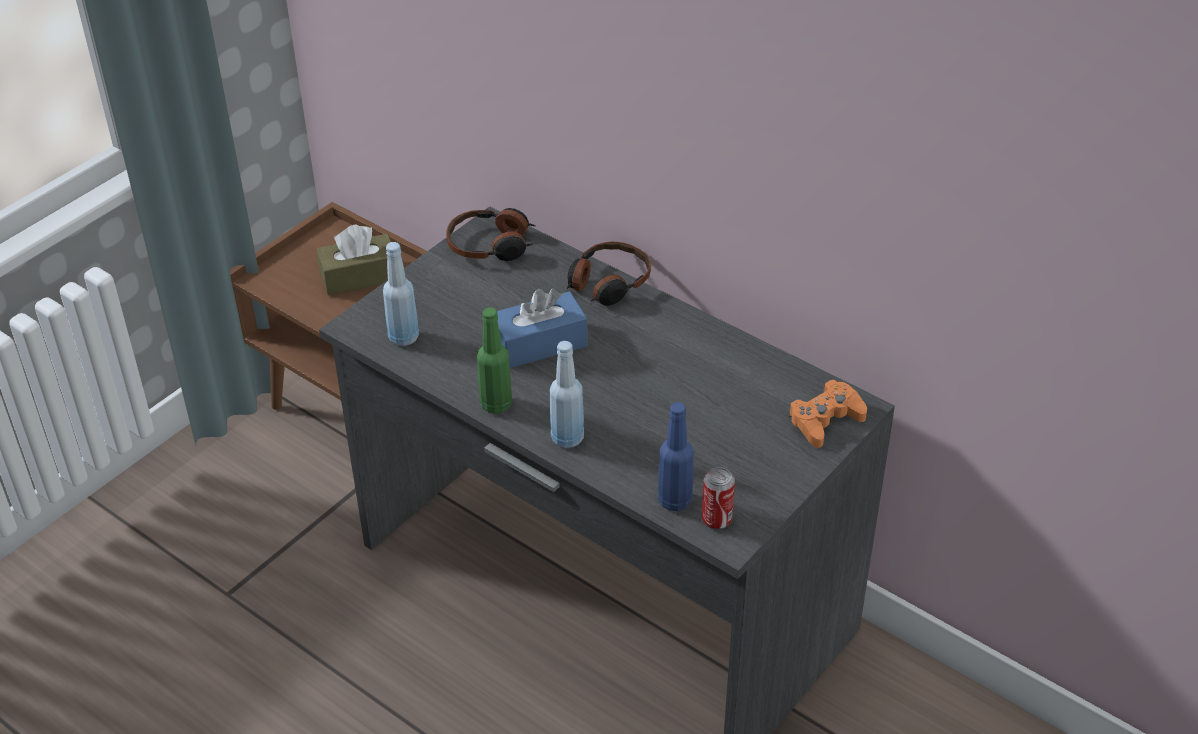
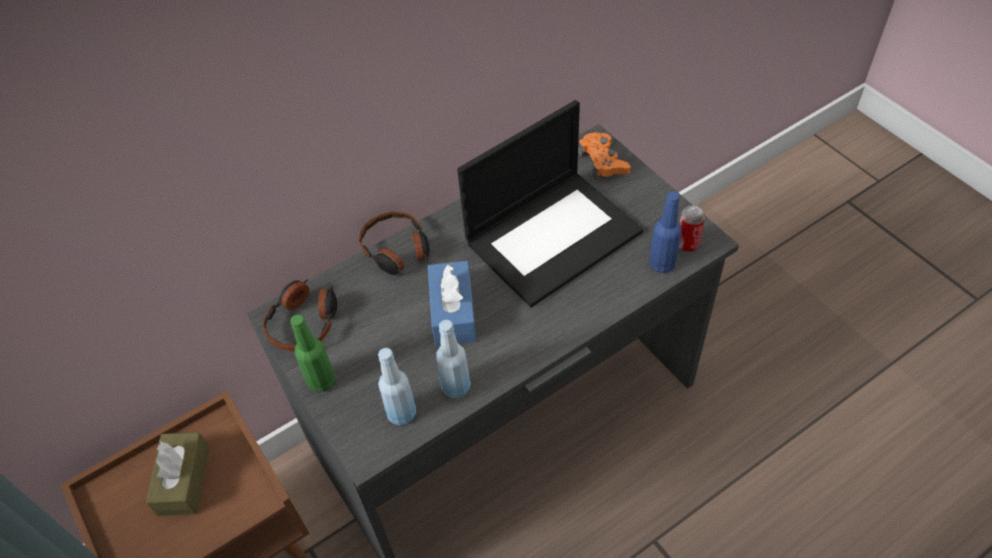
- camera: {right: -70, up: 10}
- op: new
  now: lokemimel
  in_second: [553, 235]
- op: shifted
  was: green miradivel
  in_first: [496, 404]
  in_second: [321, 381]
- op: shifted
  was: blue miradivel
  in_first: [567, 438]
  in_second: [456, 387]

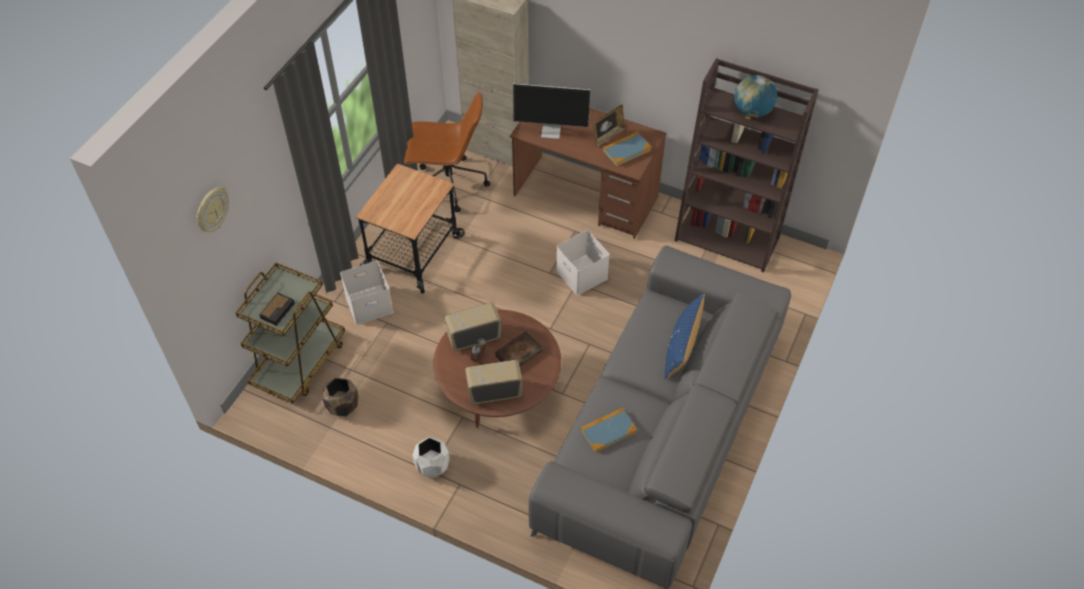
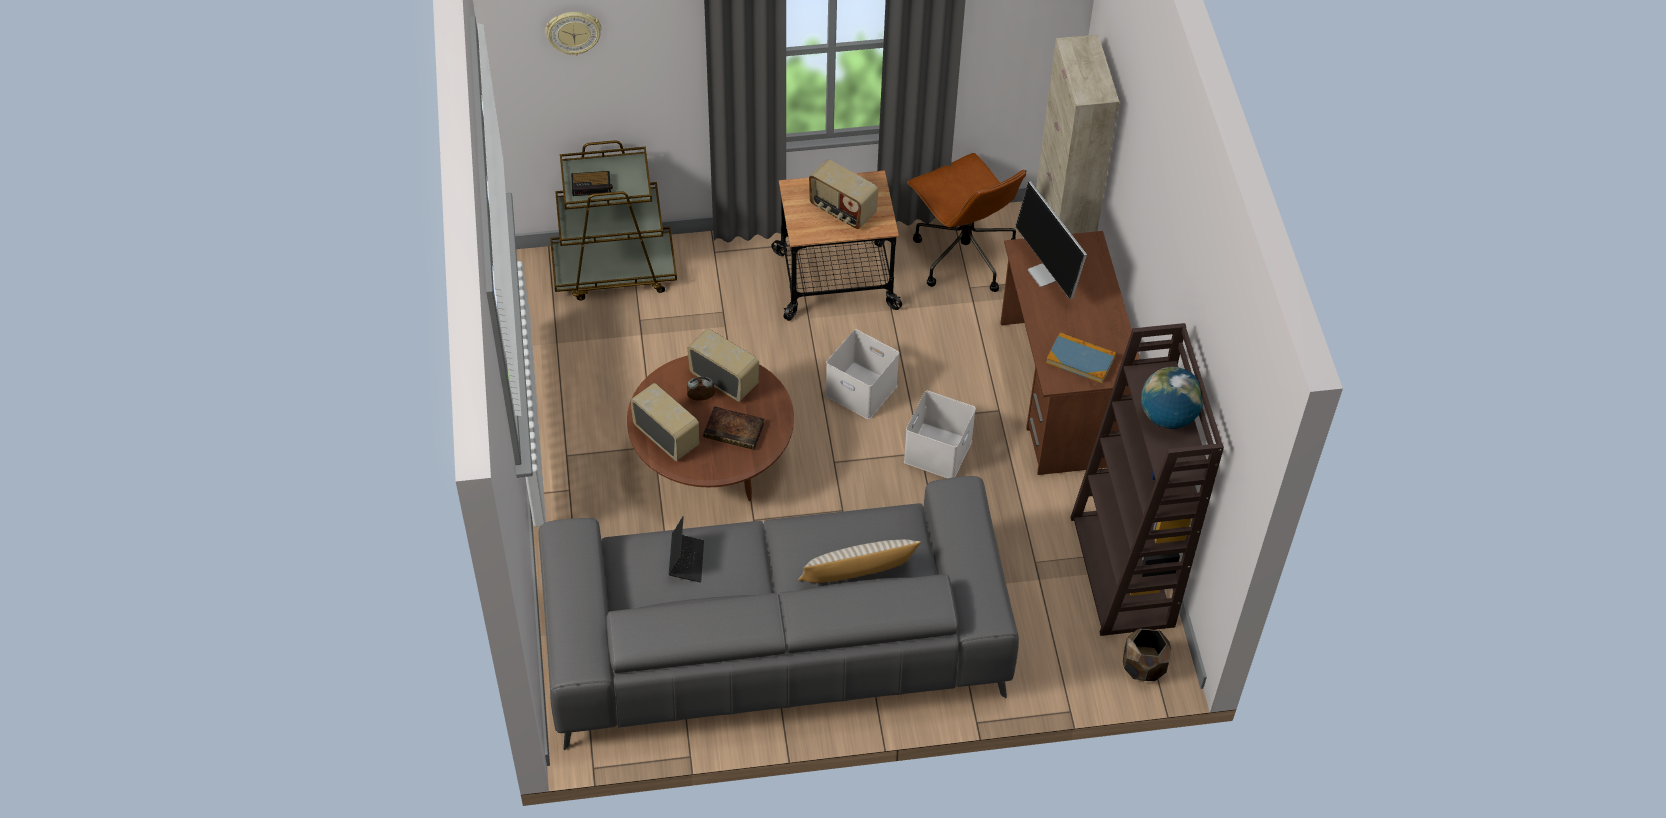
- camera: {right: 55, up: 0}
- op: gone
  was: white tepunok
  in_first: [432, 466]
- op: gone
  was: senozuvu
  in_first: [607, 136]
- op: new
  now: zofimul
  in_second: [842, 211]
- op: shifted
  was: brown tepunok
  in_first: [342, 405]
  in_second: [1143, 666]
- op: shifted
  was: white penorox
  in_first: [370, 303]
  in_second: [863, 390]
- op: swapped
  was: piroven
  now: lokemimel
  in_first: [608, 431]
  in_second: [686, 560]
- op: repainted
  was: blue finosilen
  now: beige finosilen
  in_first: [681, 347]
  in_second: [857, 575]

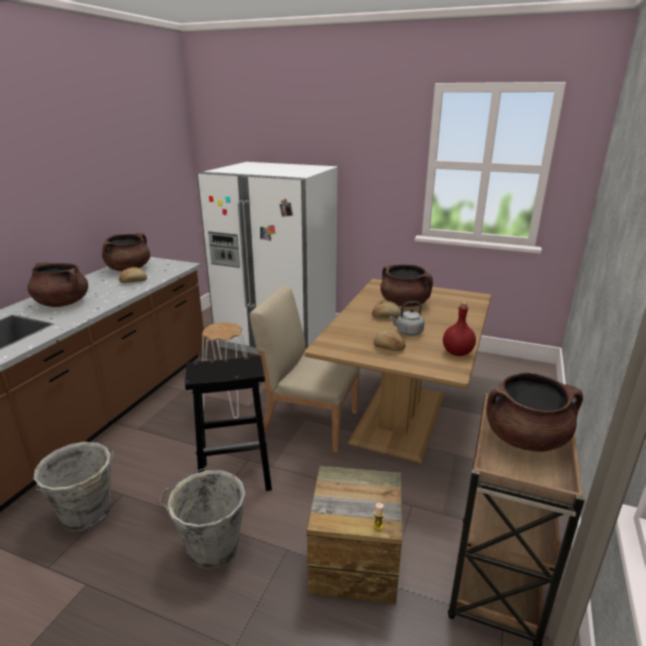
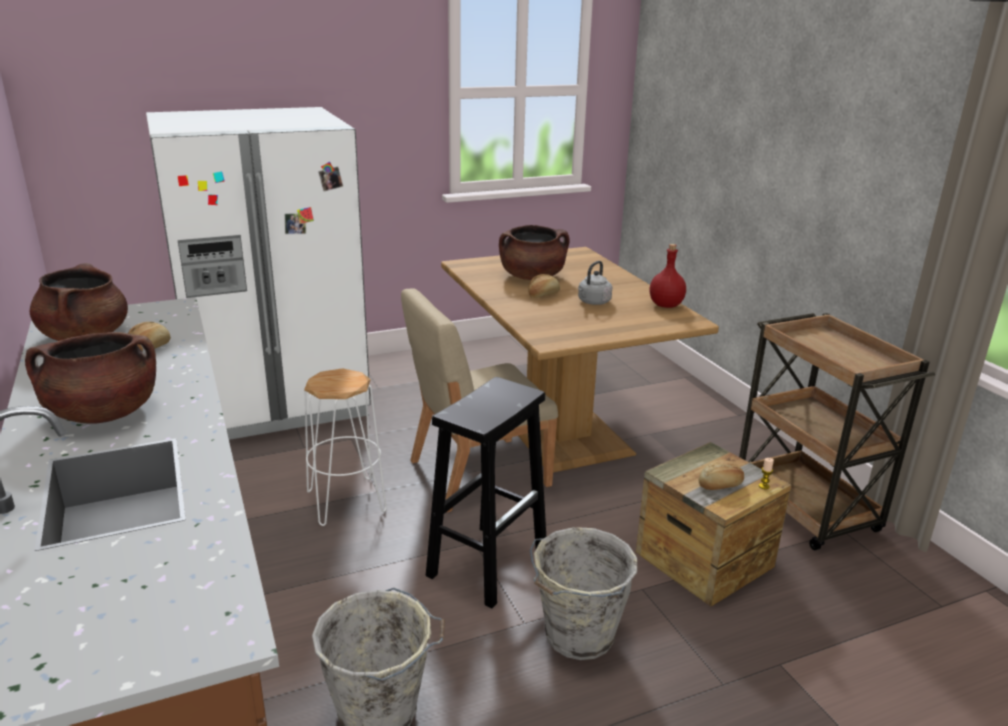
- camera: {right: -45, up: 0}
- op: gone
  was: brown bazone
  in_first: [525, 438]
- op: shifted
  was: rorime
  in_first: [388, 348]
  in_second: [721, 485]

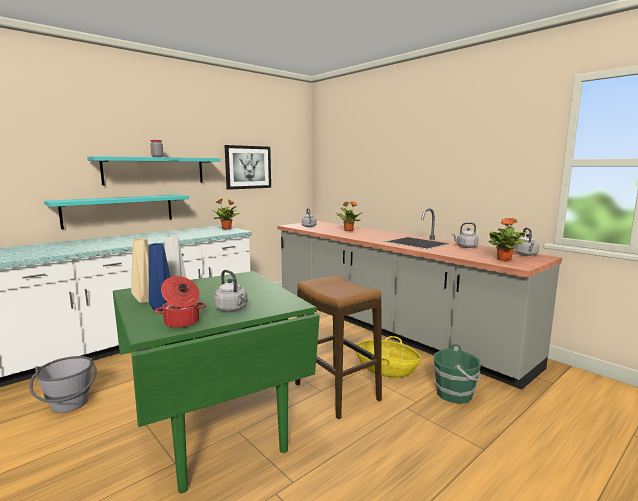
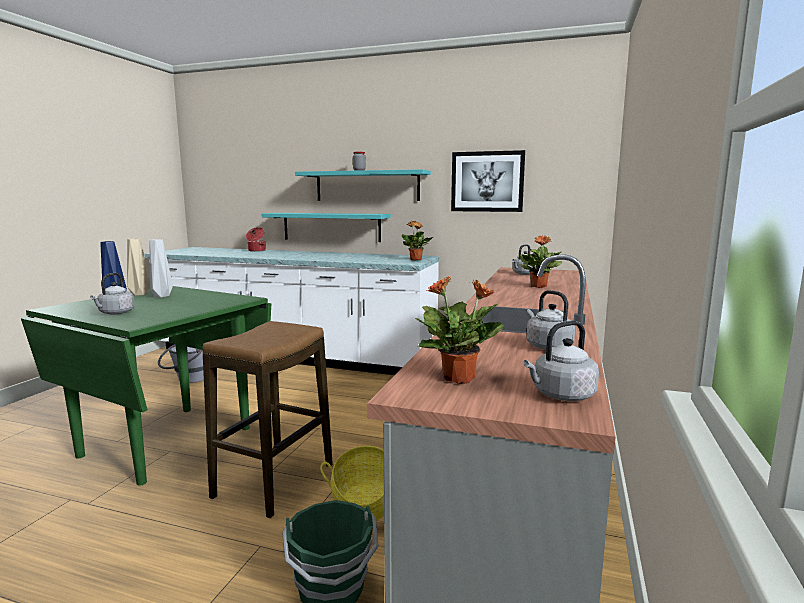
- camera: {right: 60, up: 0}
- op: shifted
  was: bazone
  in_first: [182, 322]
  in_second: [256, 250]

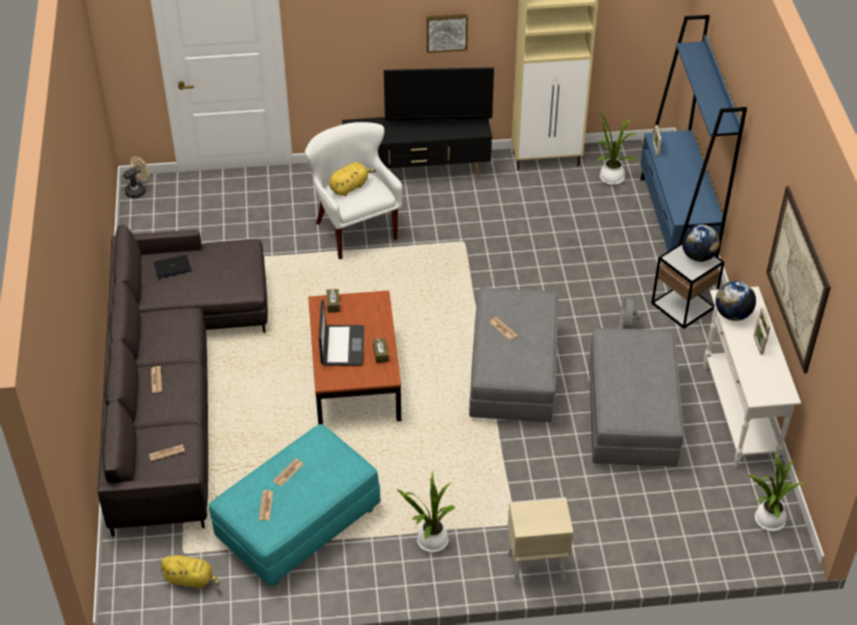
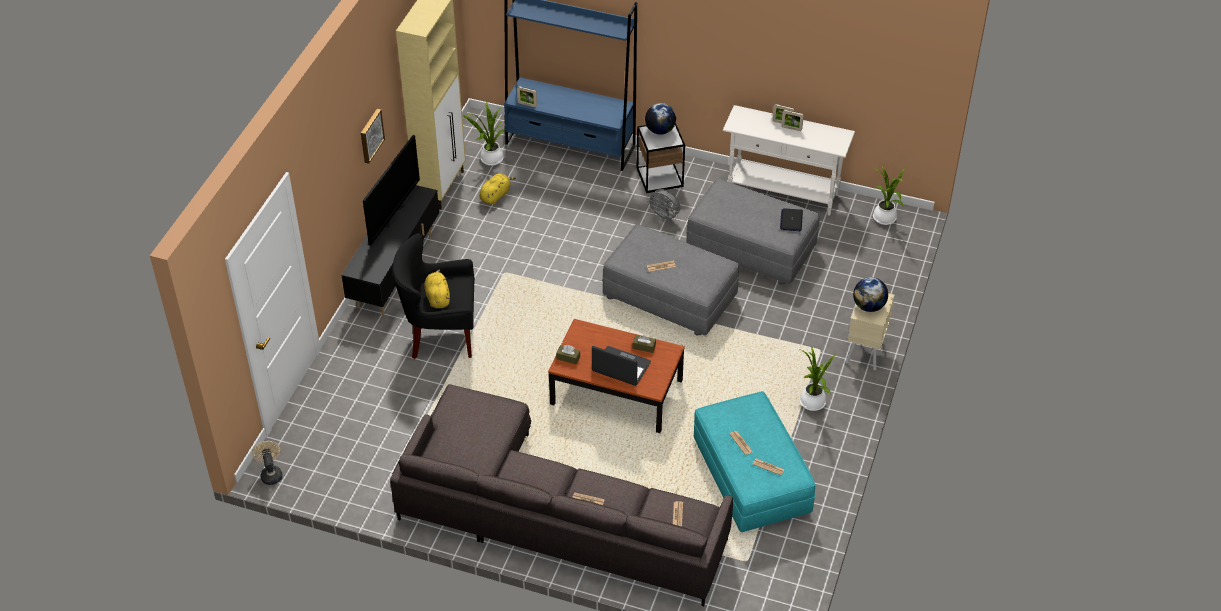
- camera: {right: -65, up: 0}
- op: gone
  was: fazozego
  in_first: [798, 279]
- op: shifted
  was: lokemimel
  in_first: [172, 267]
  in_second: [791, 220]
- op: shifted
  was: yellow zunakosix
  in_first: [191, 579]
  in_second: [496, 195]
- op: shifted
  was: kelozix
  in_first: [732, 314]
  in_second: [868, 306]
- op: repainted
  was: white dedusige
  now: black dedusige
  in_first: [355, 229]
  in_second: [440, 335]

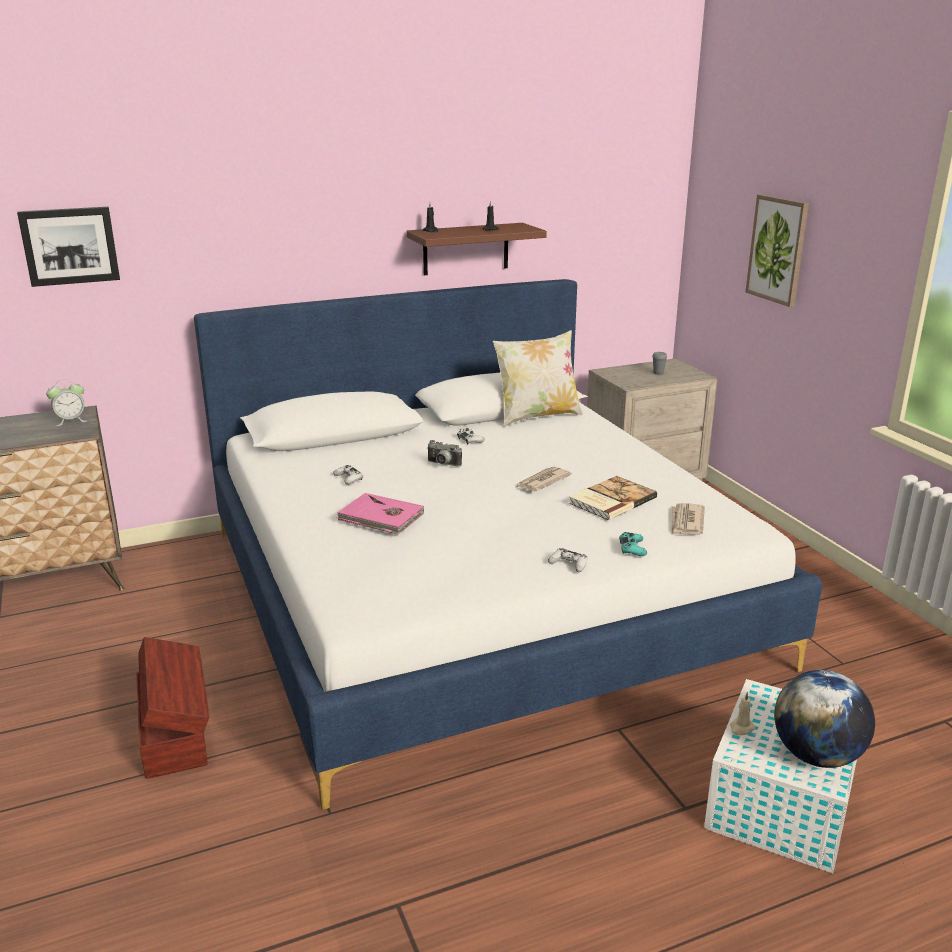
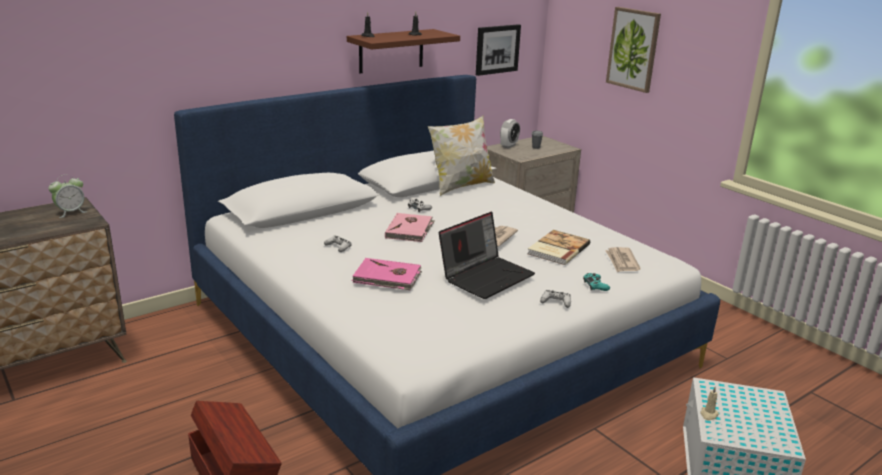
- camera: {right: -15, up: 0}
- op: gone
  was: kelozix
  in_first: [816, 755]
- op: new
  now: lokemimel
  in_second: [486, 276]
- op: new
  now: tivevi
  in_second: [508, 146]
- op: shifted
  was: fazozego
  in_first: [70, 246]
  in_second: [497, 49]
- op: swapped
  was: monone
  now: pink piroven
  in_first: [442, 464]
  in_second: [410, 230]

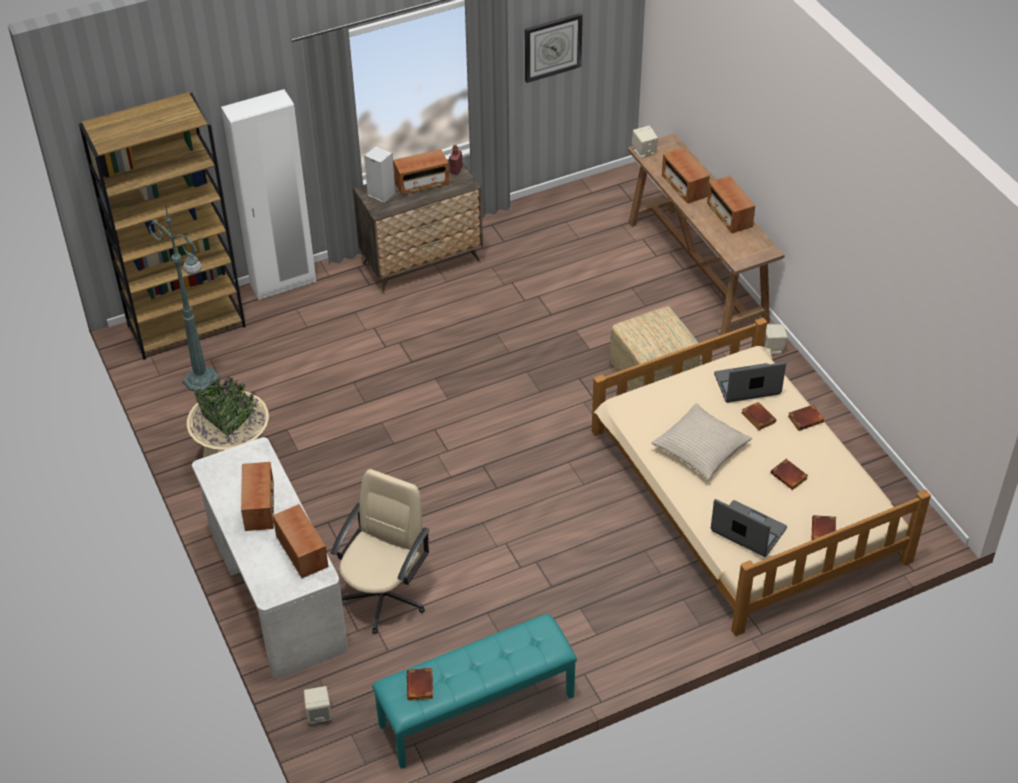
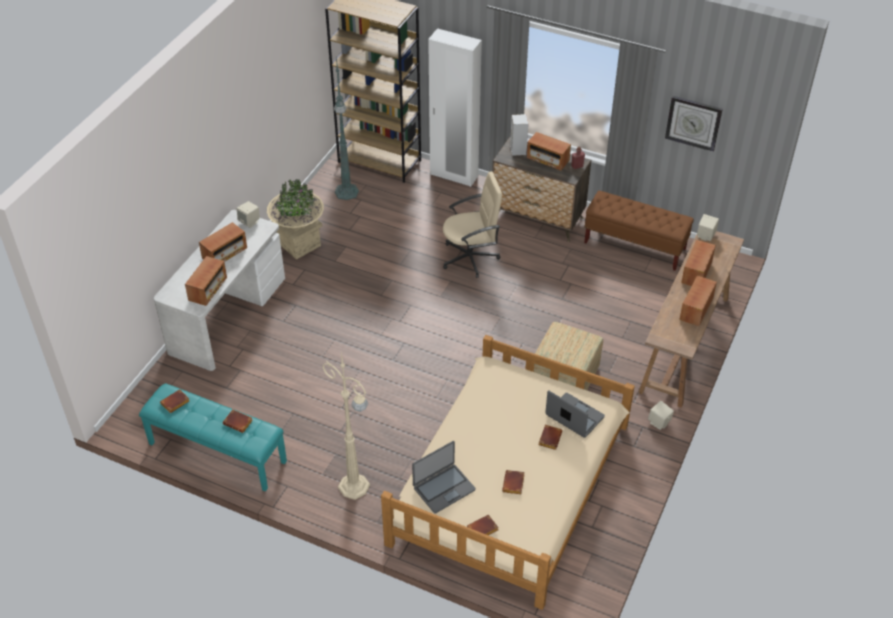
- camera: {right: 50, up: 0}
- op: gone
  was: beige finosilen
  in_first: [701, 448]
- op: new
  now: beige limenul
  in_second: [355, 487]
- op: new
  now: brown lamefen
  in_second: [635, 246]
- op: shifted
  was: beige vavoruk
  in_first: [319, 714]
  in_second: [249, 222]
- op: shifted
  was: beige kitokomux
  in_first: [384, 596]
  in_second: [470, 257]
- op: shifted
  was: brown piroven
  in_first: [805, 419]
  in_second: [239, 422]
- op: rotated
  was: lokemimel
  in_first: [748, 531]
  in_second: [443, 488]
  clockwise: 60

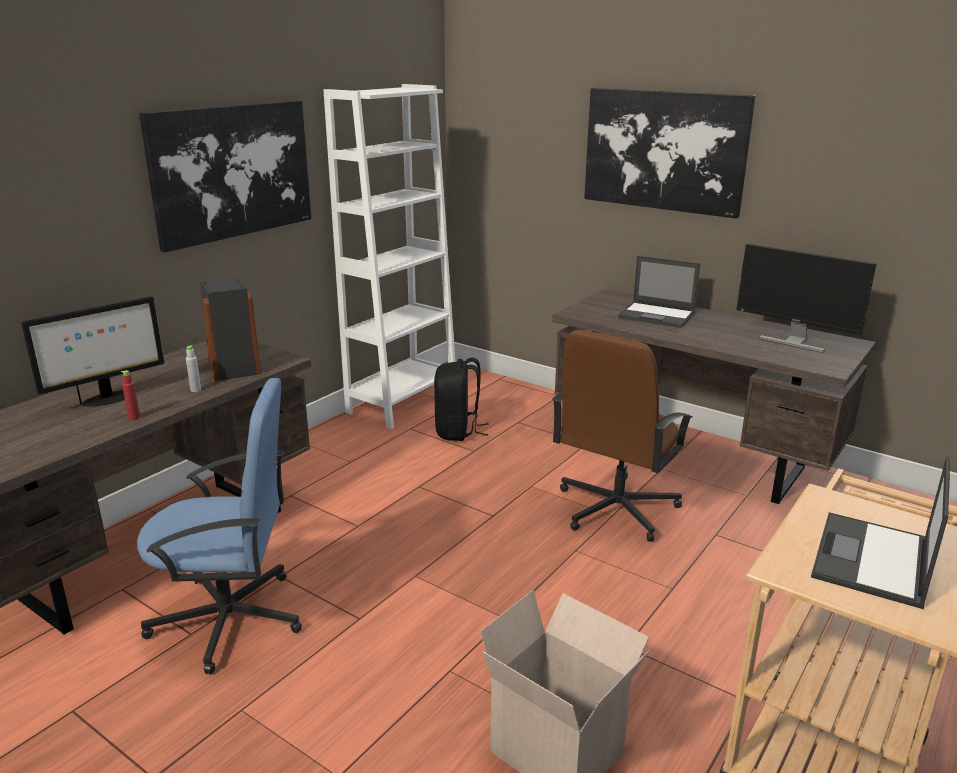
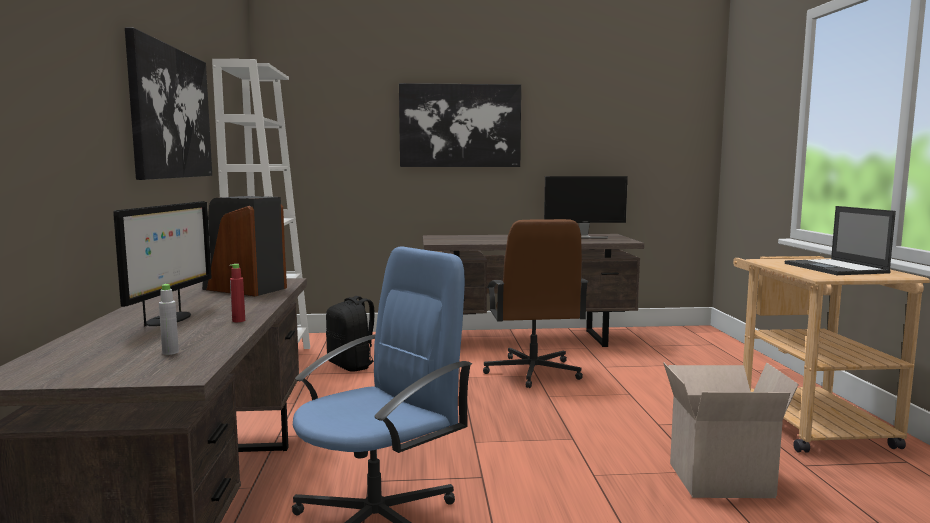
- camera: {right: -40, up: -15}
- op: gone
  was: lokemimel
  in_first: [657, 315]
- op: shifted
  was: grey miradivel
  in_first: [195, 390]
  in_second: [170, 352]

